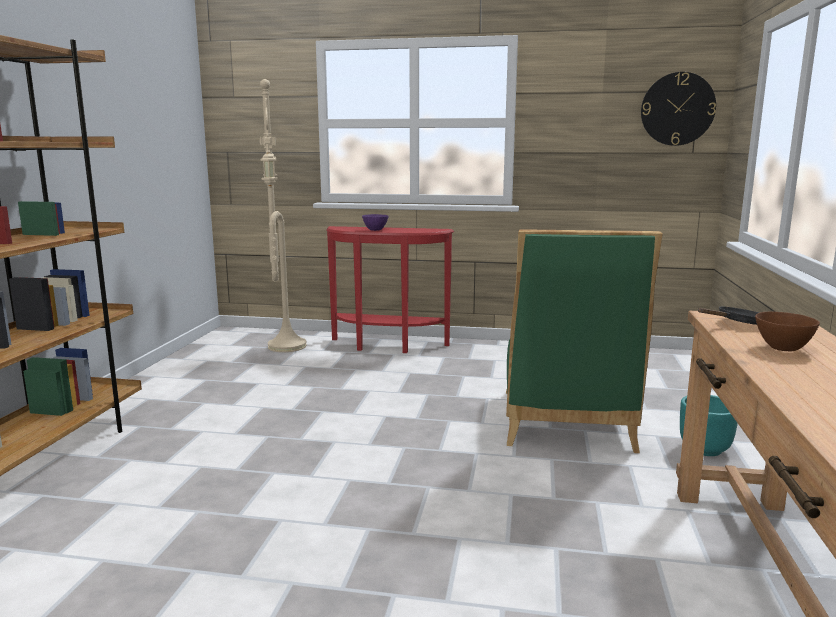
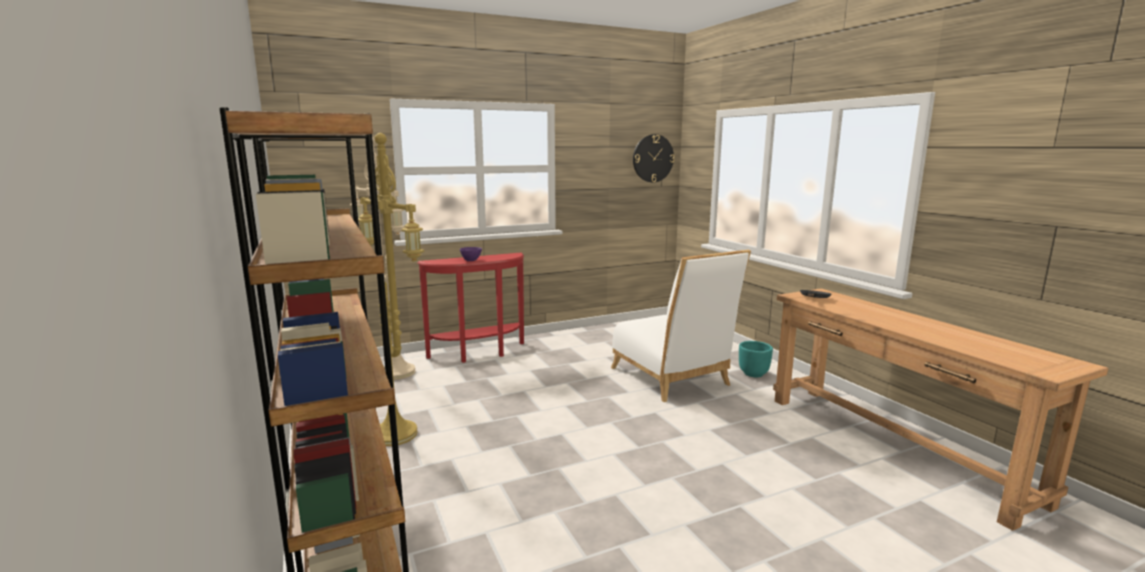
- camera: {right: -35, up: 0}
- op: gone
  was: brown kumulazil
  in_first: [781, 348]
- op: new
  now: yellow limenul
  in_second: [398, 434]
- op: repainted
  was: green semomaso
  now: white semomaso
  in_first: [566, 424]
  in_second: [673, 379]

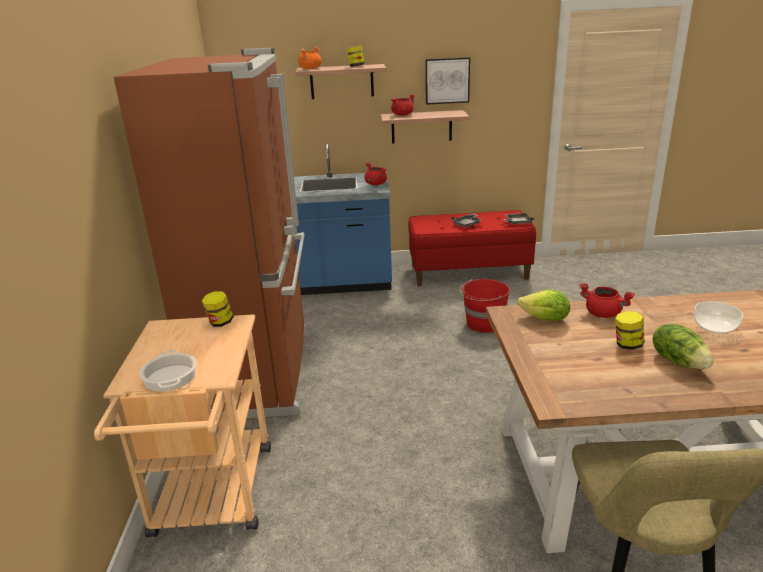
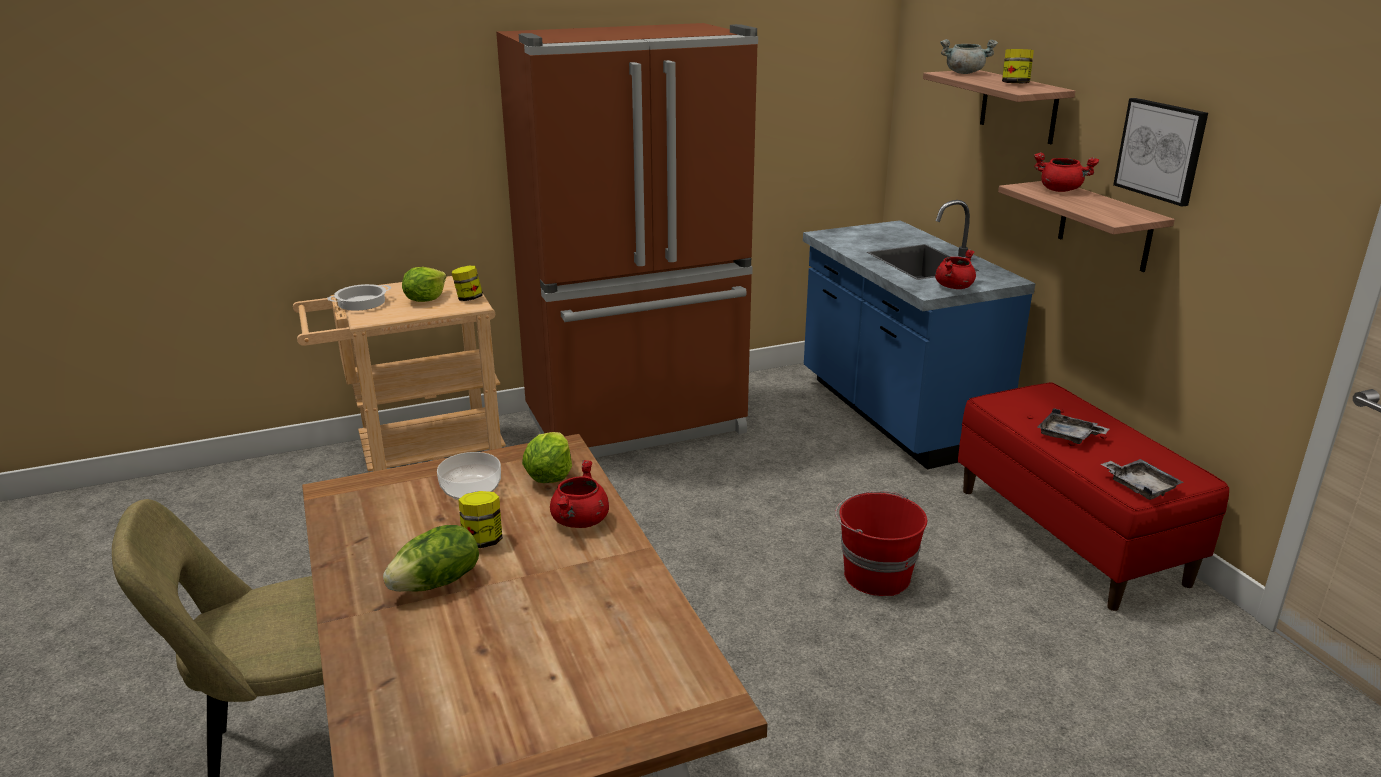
- camera: {right: 70, up: 0}
- op: new
  now: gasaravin
  in_second: [425, 299]
- op: shifted
  was: kumulazil
  in_first: [715, 327]
  in_second: [470, 490]
- op: repainted
  was: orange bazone
  now: grey bazone
  in_first: [310, 68]
  in_second: [964, 73]

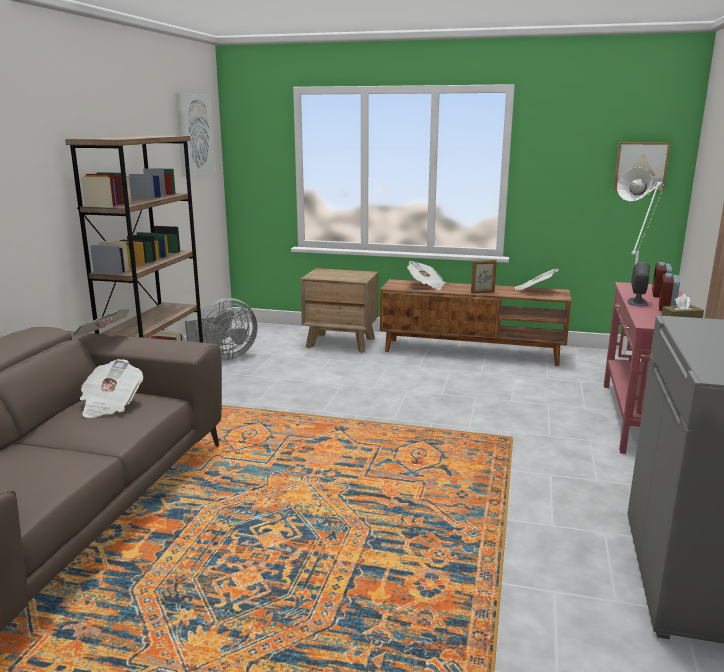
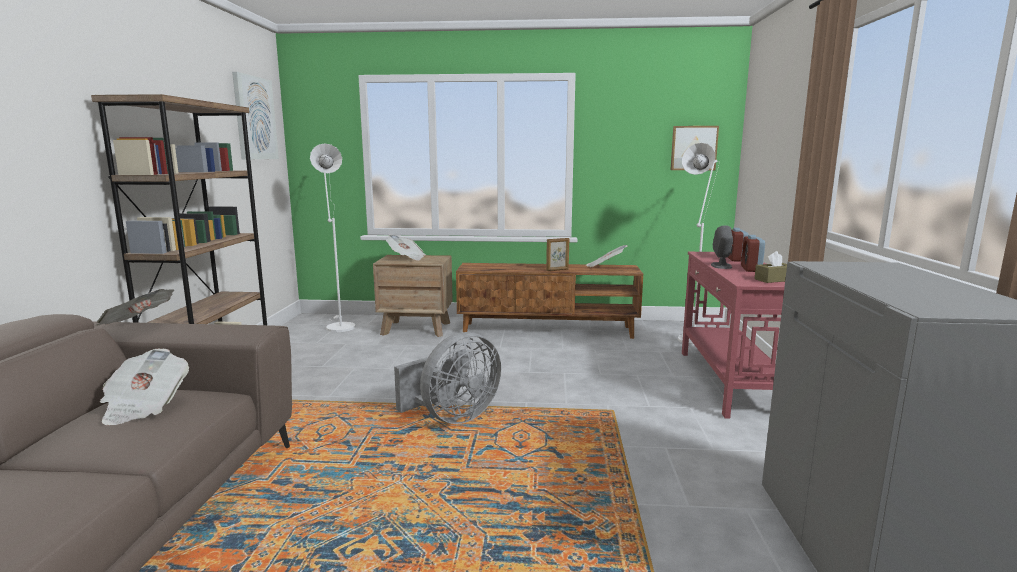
- camera: {right: -10, up: -5}
- op: new
  now: white limenul
  in_second: [339, 326]
- op: shifted
  was: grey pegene
  in_first: [223, 357]
  in_second: [453, 417]
- op: shifted
  was: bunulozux
  in_first: [426, 286]
  in_second: [406, 258]

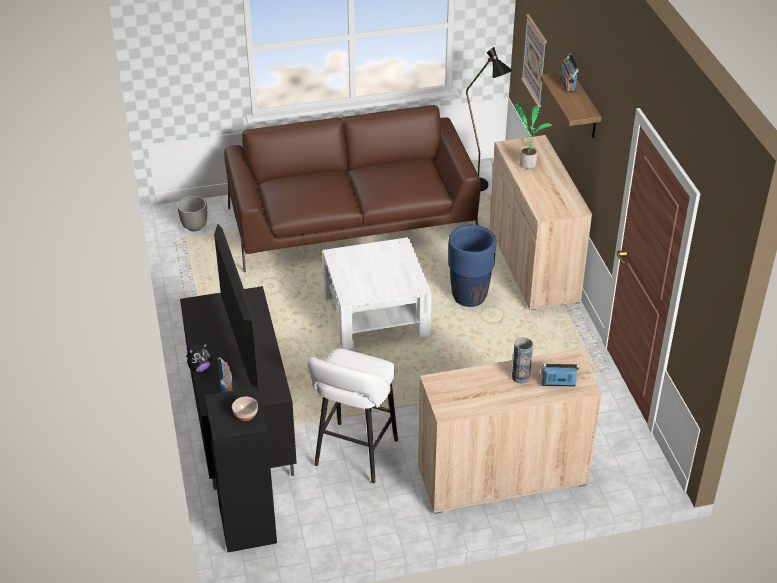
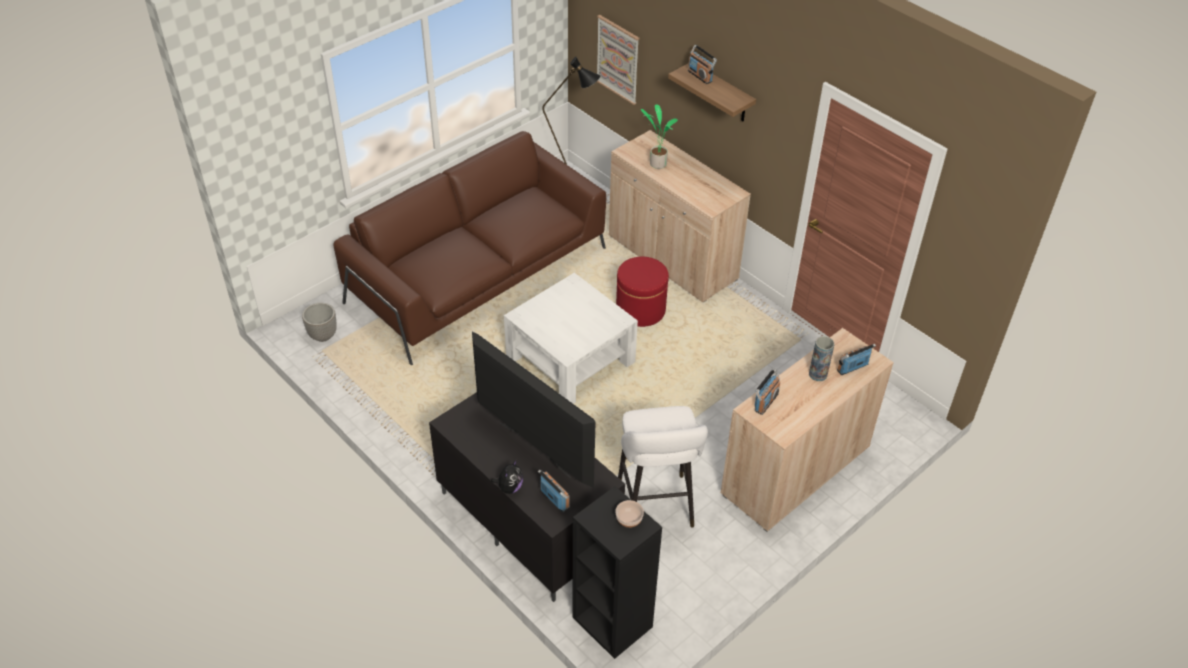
- camera: {right: -30, up: 5}
- op: new
  now: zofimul
  in_second: [766, 402]
- op: swapped
  was: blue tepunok
  now: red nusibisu
  in_first: [469, 297]
  in_second: [640, 310]

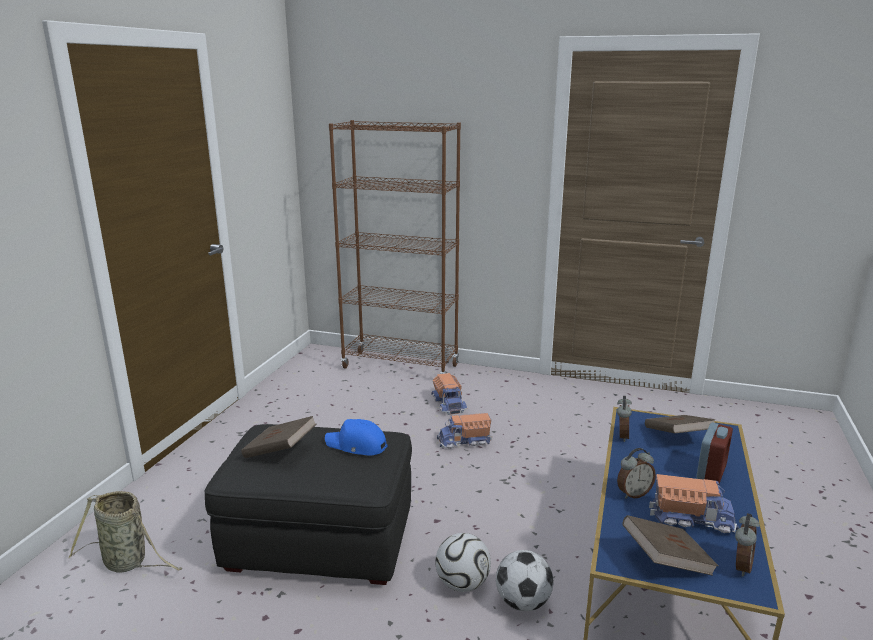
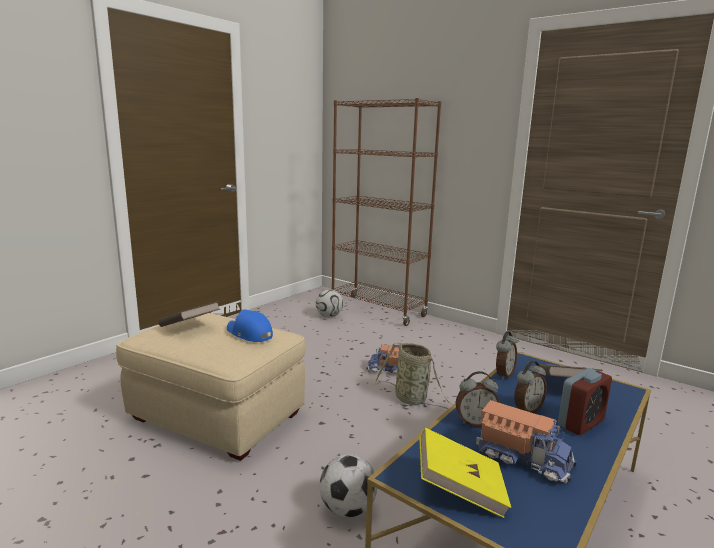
- camera: {right: 20, up: -5}
- op: gone
  was: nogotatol
  in_first: [449, 403]
- op: shifted
  was: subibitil
  in_first: [128, 562]
  in_second: [413, 400]
- op: shifted
  was: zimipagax
  in_first: [462, 584]
  in_second: [329, 316]
- op: shifted
  was: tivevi
  in_first: [740, 566]
  in_second: [527, 409]
- op: repainted
  was: black nusibisu
  now: beige nusibisu
  in_first: [321, 542]
  in_second: [218, 416]
- op: repainted
  was: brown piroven
  now: yellow piroven
  in_first: [666, 561]
  in_second: [460, 489]

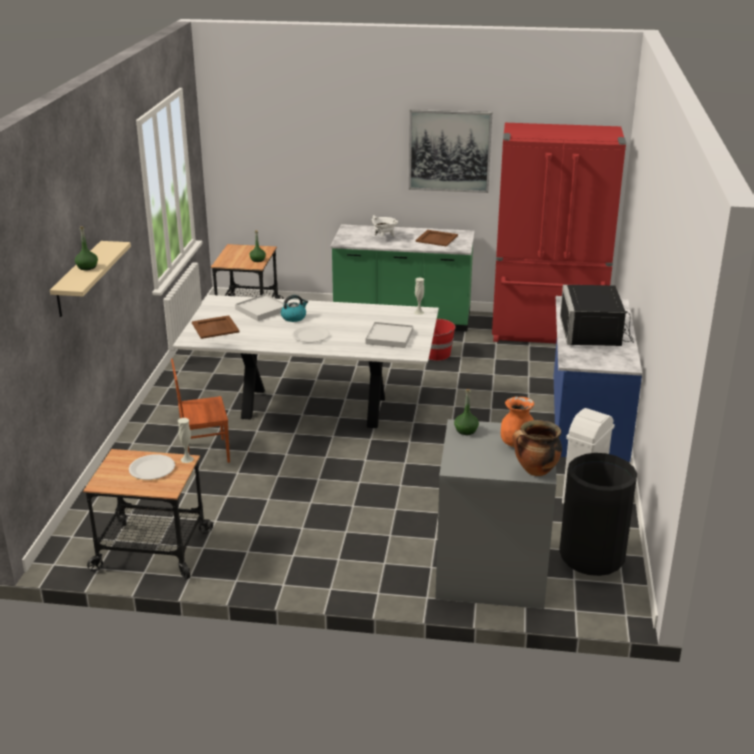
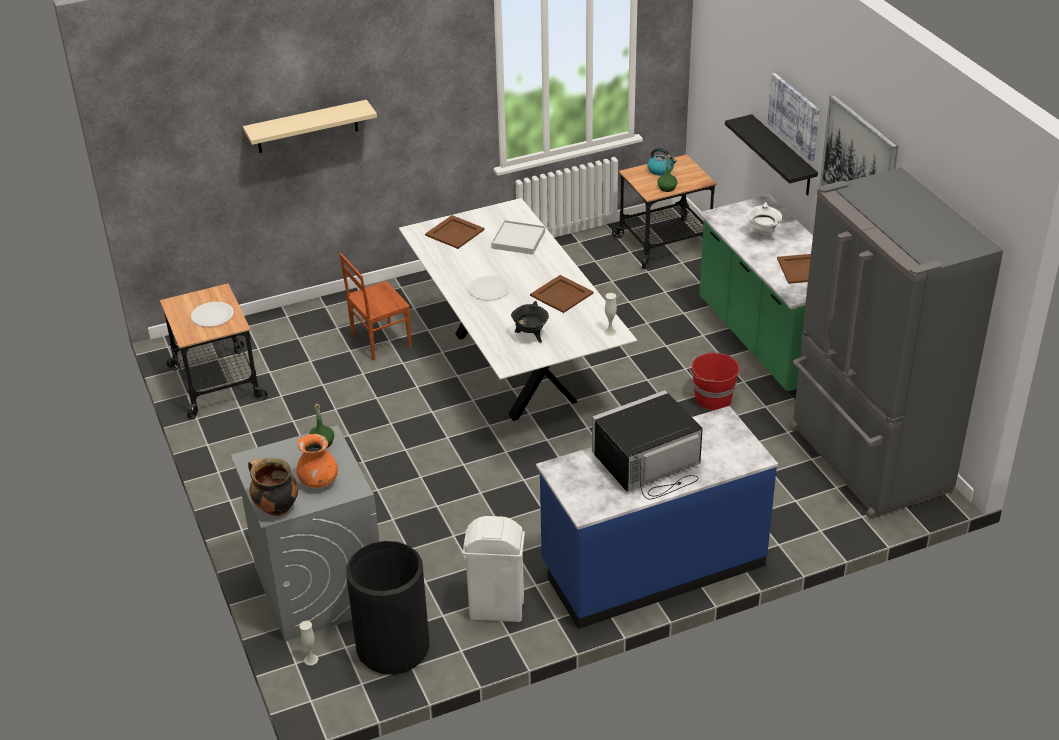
- camera: {right: 60, up: 10}
- op: gone
  was: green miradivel
  in_first: [87, 267]
- op: new
  now: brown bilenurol
  in_second: [561, 295]
- op: new
  now: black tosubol
  in_second: [782, 156]
- op: new
  now: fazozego
  in_second: [794, 116]
- op: shifted
  was: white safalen
  in_first: [187, 459]
  in_second: [311, 659]
- op: shifted
  was: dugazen
  in_first: [294, 317]
  in_second: [660, 170]
- op: swapped
  was: white bilenurol
  now: black bazone
  in_first: [389, 337]
  in_second: [530, 335]
- op: repainted
  was: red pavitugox
  now: grey pavitugox
  in_first: [547, 332]
  in_second: [866, 461]
- op: rotated
  was: brown semomaso
  in_first: [205, 452]
  in_second: [380, 341]
  clockwise: -75

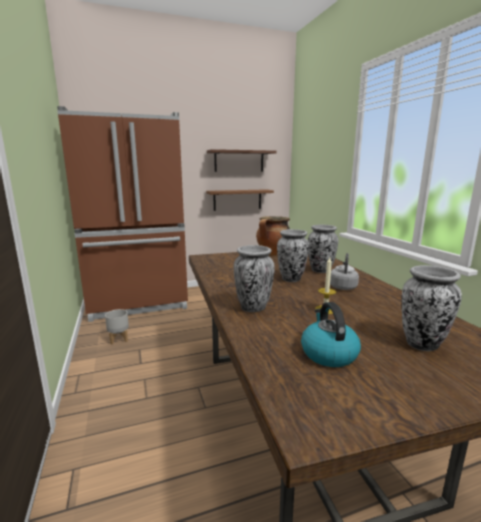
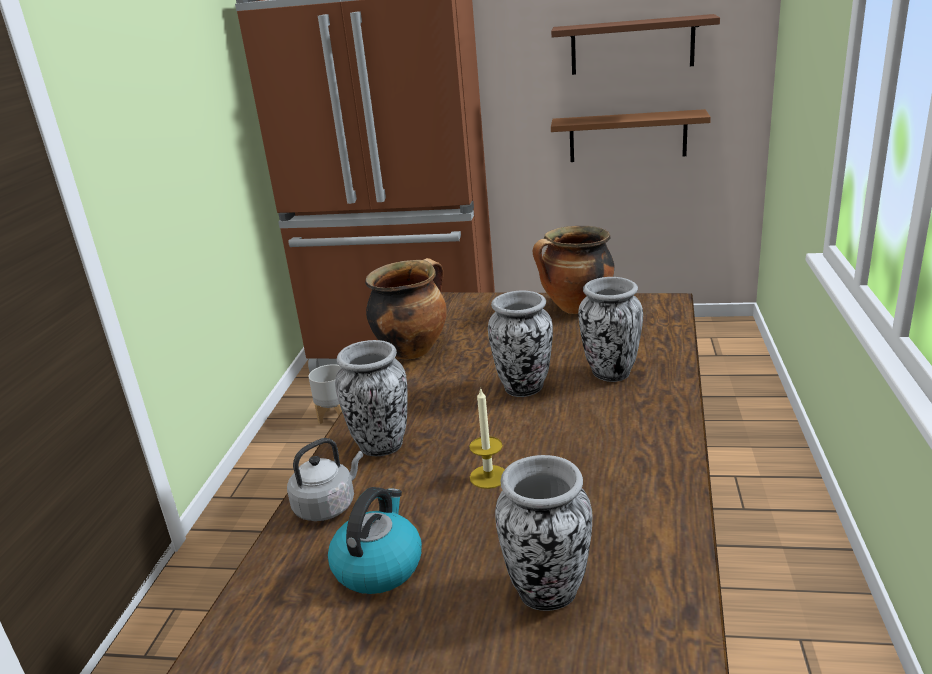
- camera: {right: 30, up: 10}
- op: new
  now: bazone
  in_second: [412, 349]
- op: shifted
  was: grey dugazen
  in_first: [343, 287]
  in_second: [328, 505]

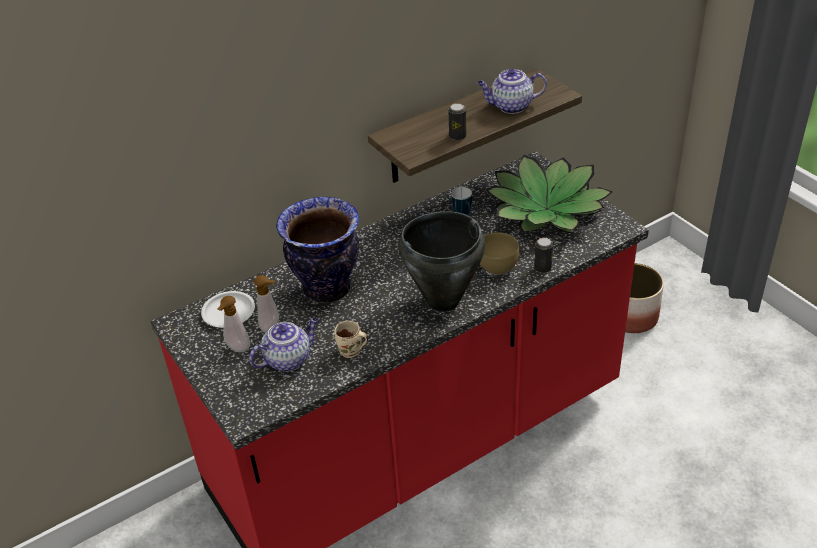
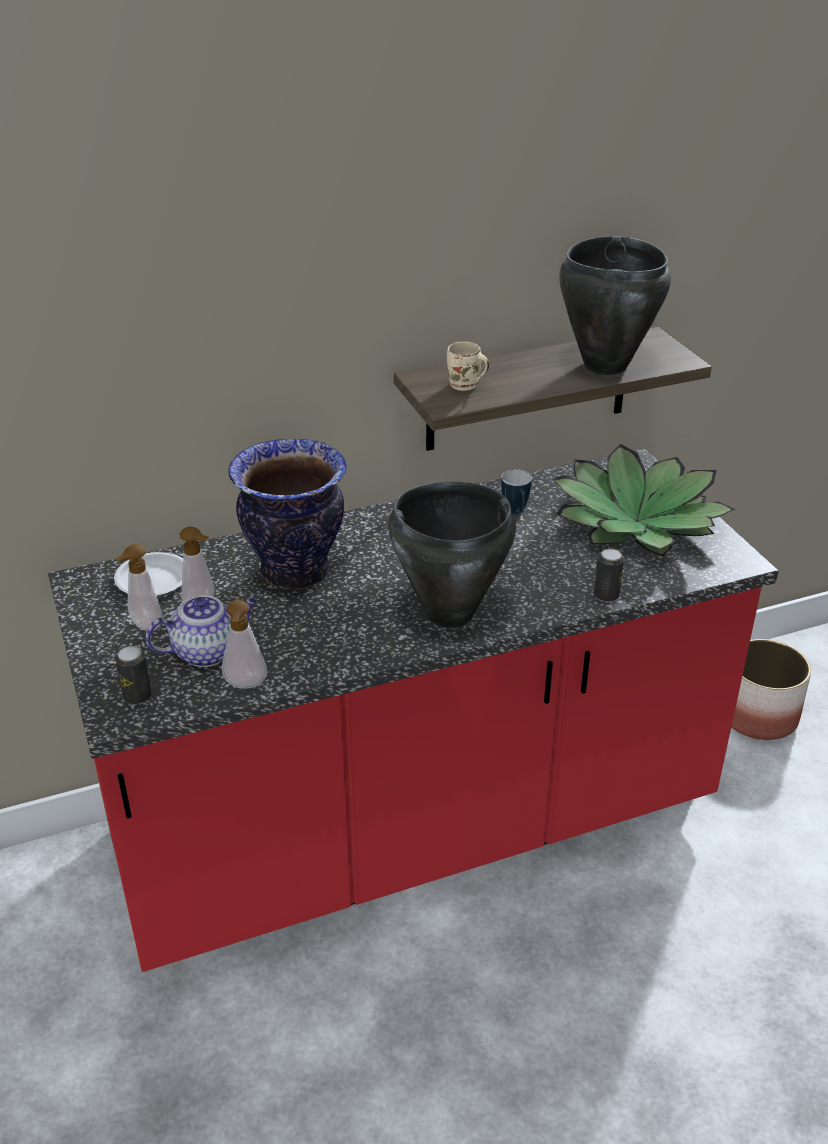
- camera: {right: 10, up: -5}
- op: gone
  was: brown kumulazil
  in_first: [495, 267]
- op: new
  now: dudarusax
  in_second: [245, 686]
- op: shifted
  was: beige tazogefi
  in_first: [351, 352]
  in_second: [465, 386]
- op: shifted
  was: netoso
  in_first: [457, 136]
  in_second: [137, 696]
- op: swapped
  was: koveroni
  now: black bazone
  in_first: [510, 106]
  in_second: [604, 366]

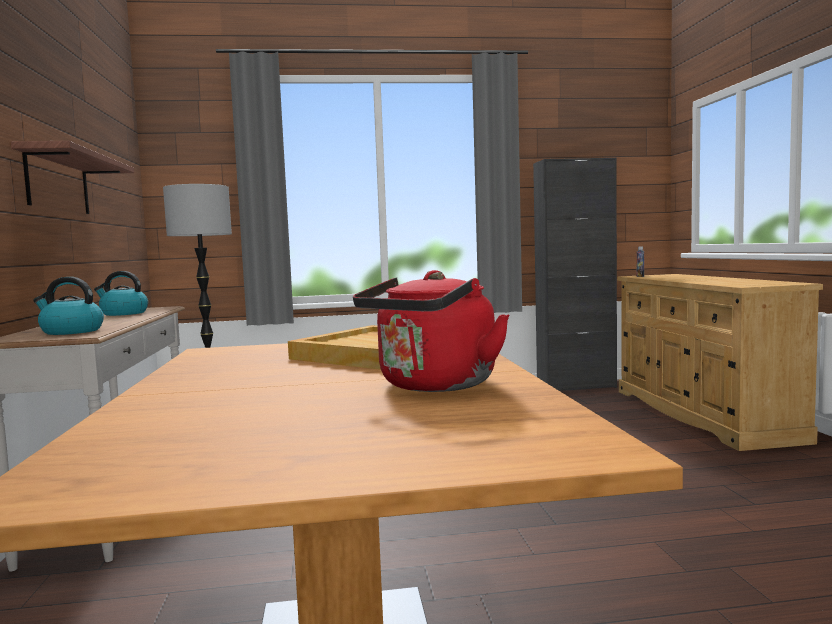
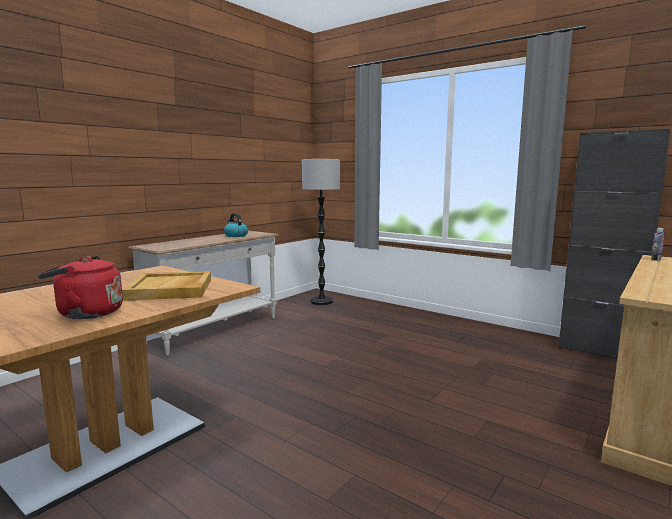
- camera: {right: 45, up: 5}
- op: gone
  was: tosubol
  in_first: [58, 183]
- op: gone
  was: dugazen
  in_first: [71, 331]

